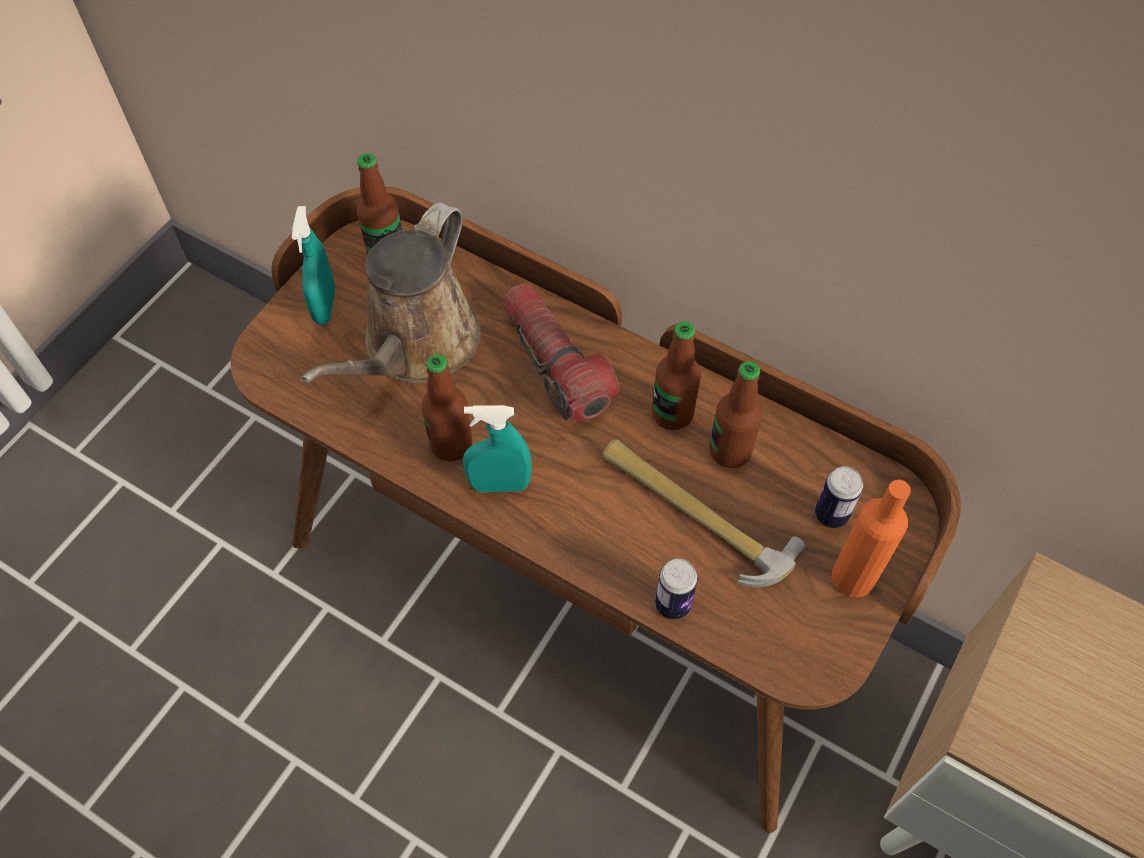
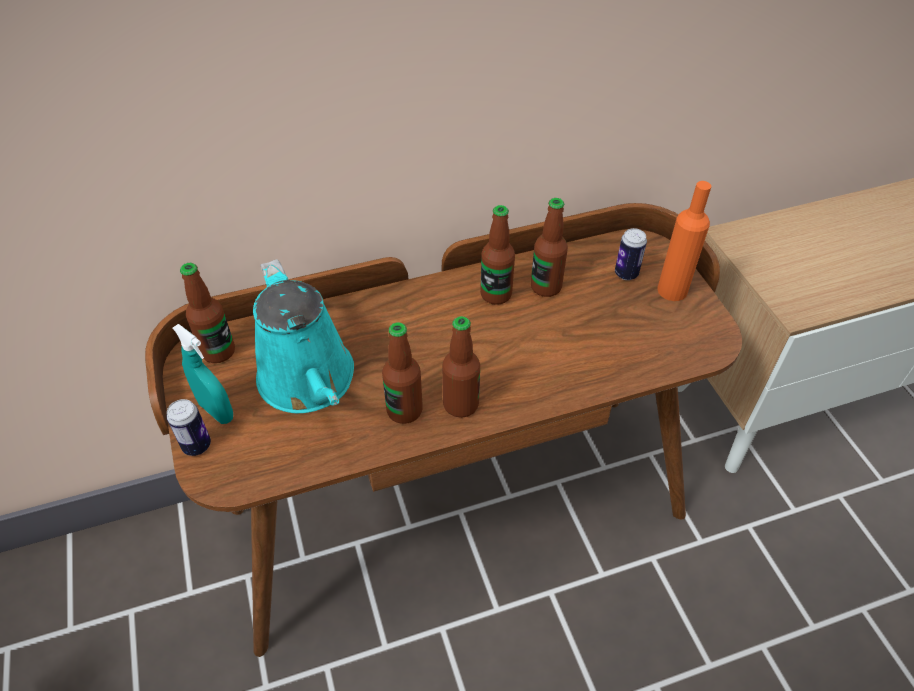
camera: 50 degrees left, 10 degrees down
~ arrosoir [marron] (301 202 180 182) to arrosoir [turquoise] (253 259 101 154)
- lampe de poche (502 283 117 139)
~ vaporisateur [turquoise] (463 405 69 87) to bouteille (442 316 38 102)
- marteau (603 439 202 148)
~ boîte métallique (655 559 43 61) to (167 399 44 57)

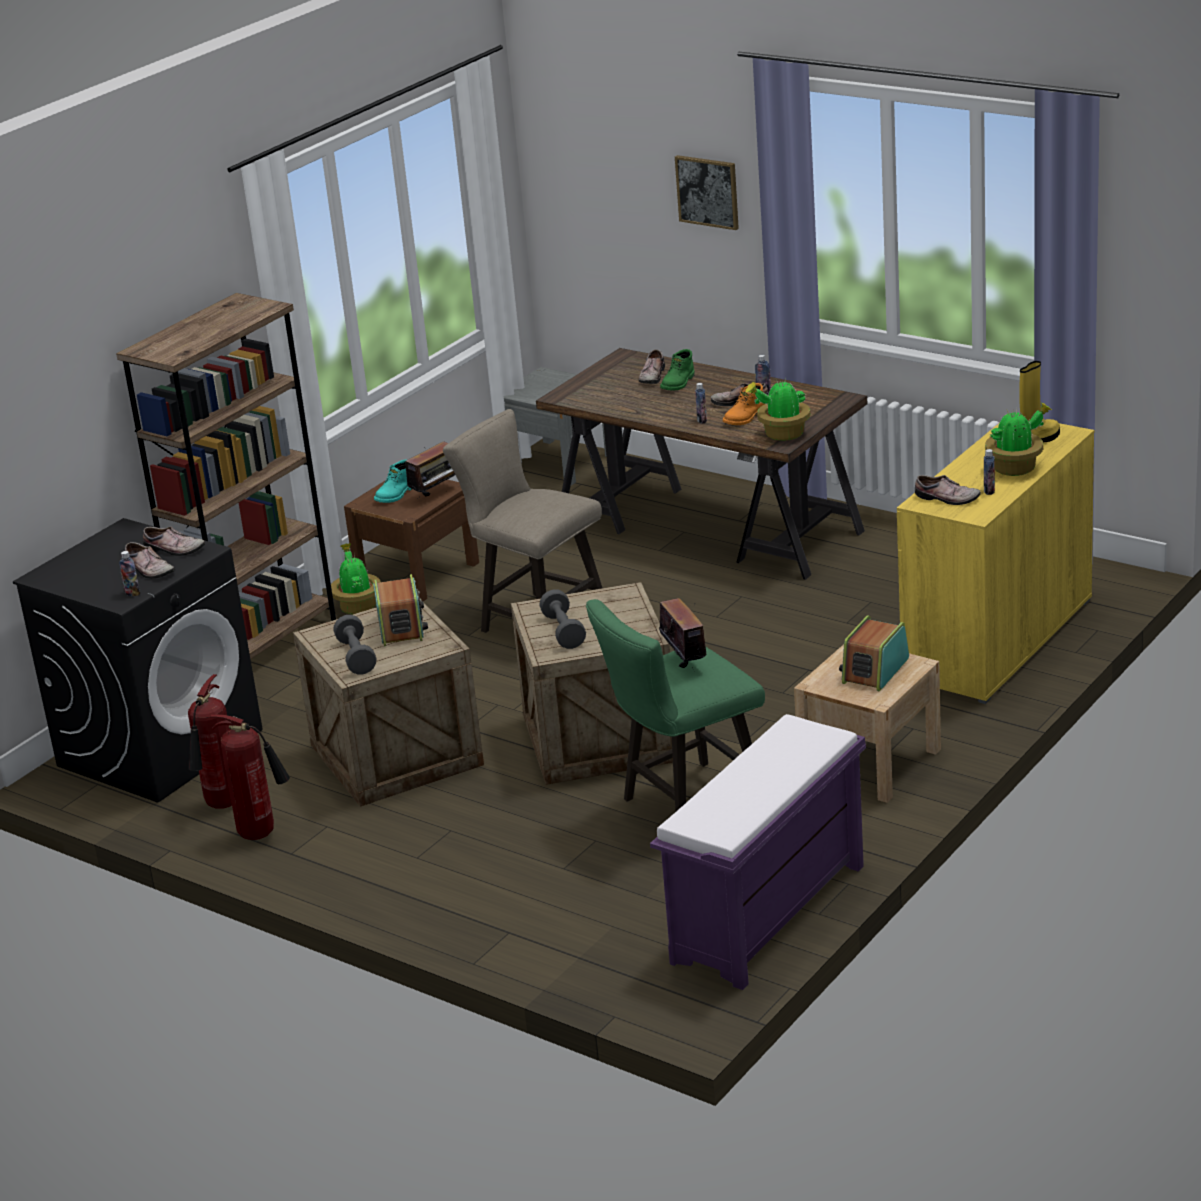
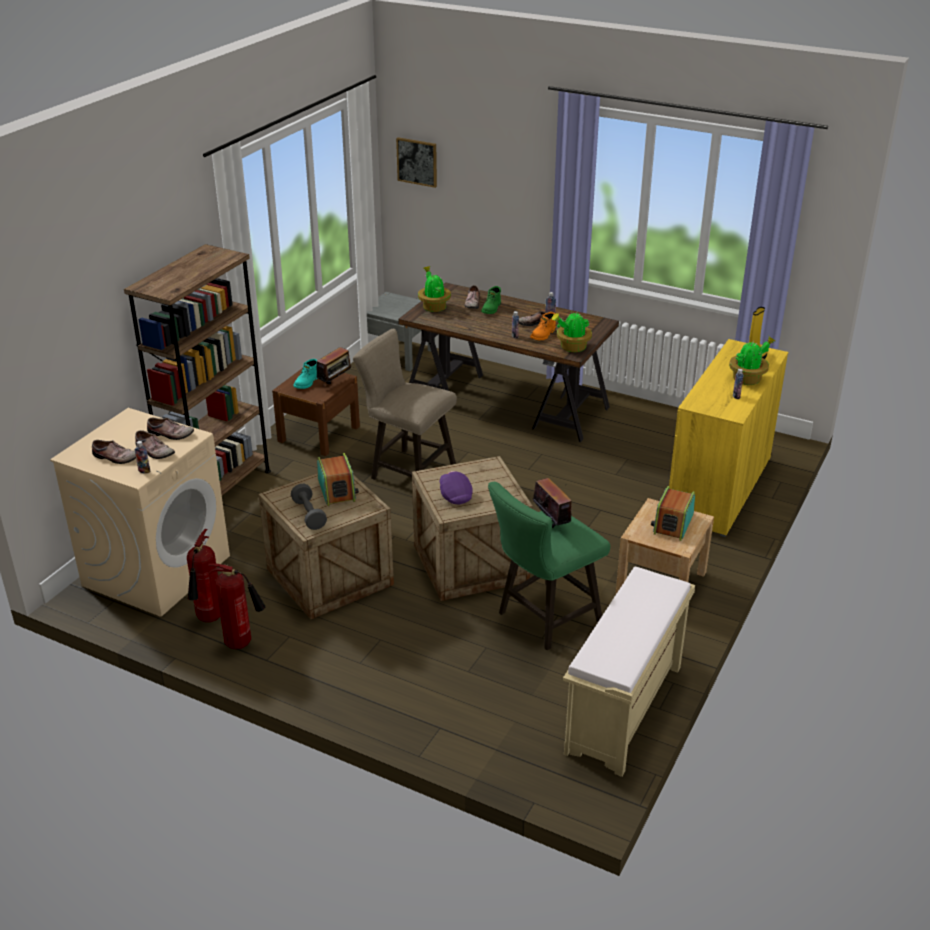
camera: 10 degrees left, 5 degrees up
~ tableau (675 155 64 75) to (396 137 41 51)
~ chaussure (915 475 66 30) to (92 440 44 24)
~ lave-linge [noir] (13 518 250 285) to lave-linge [beige] (50 408 180 209)
~ plante en pot (331 543 50 72) to (418 266 33 46)
~ haltère [gris] (539 590 47 59) to casquette [violet] (440 471 33 33)
~ banc [violet] (650 714 216 276) to banc [beige] (563 567 132 210)

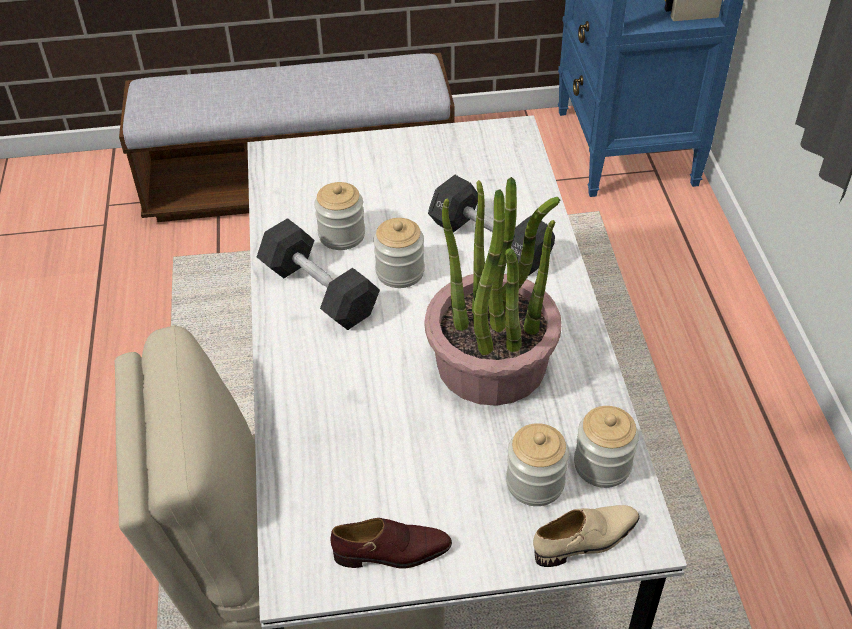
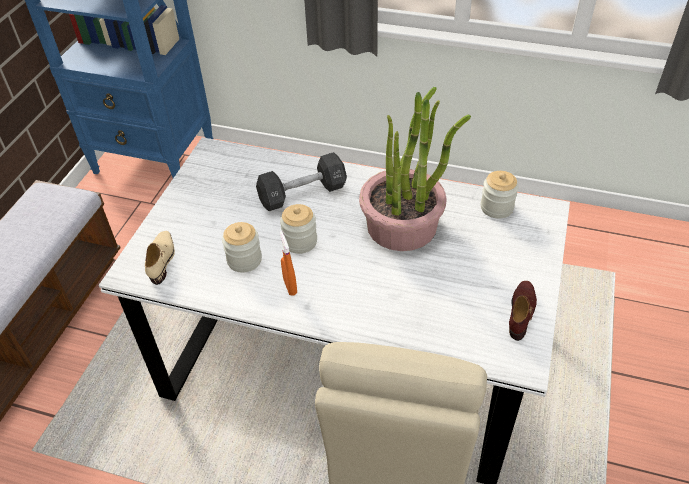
camera: 65 degrees left, 0 degrees up
~ haltère [noir] (257 218 123 112) to vaporisateur [orange] (280 231 17 65)
- bocal (506 423 63 83)
~ chaussure [beige] (533 505 107 62) to (145 231 30 54)

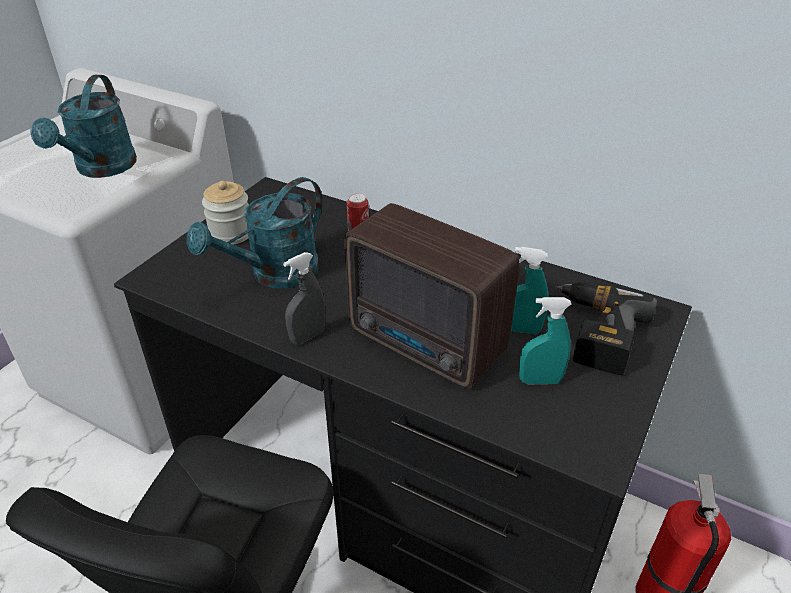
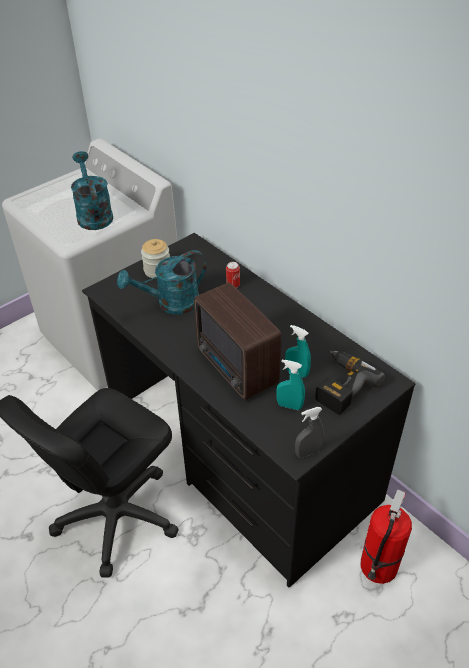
camera: 20 degrees right, 5 degrees up
~ arrosoir [turquoise] (30 75 107 103) = (71 151 42 79) 135 degrees clockwise
~ vaporisateur [gris] (283 252 42 93) to (295 407 29 51)

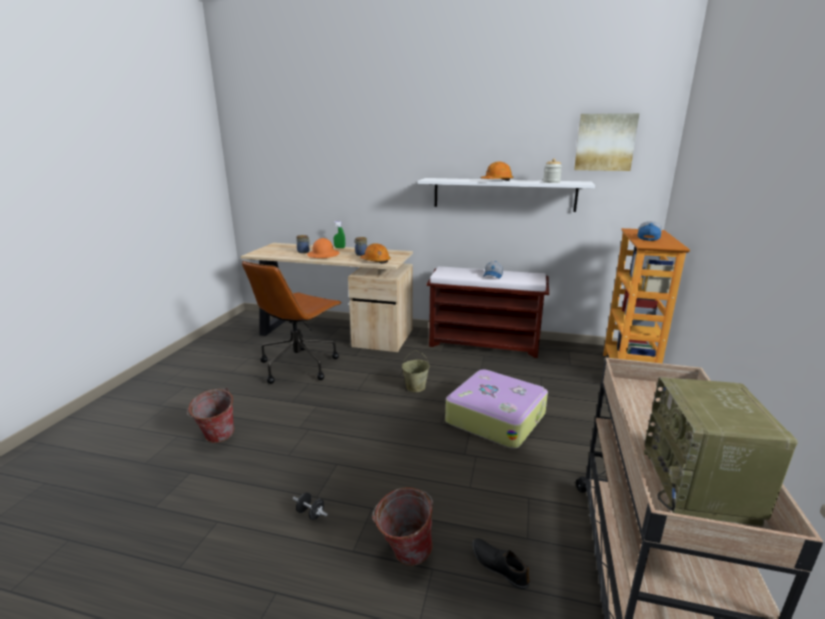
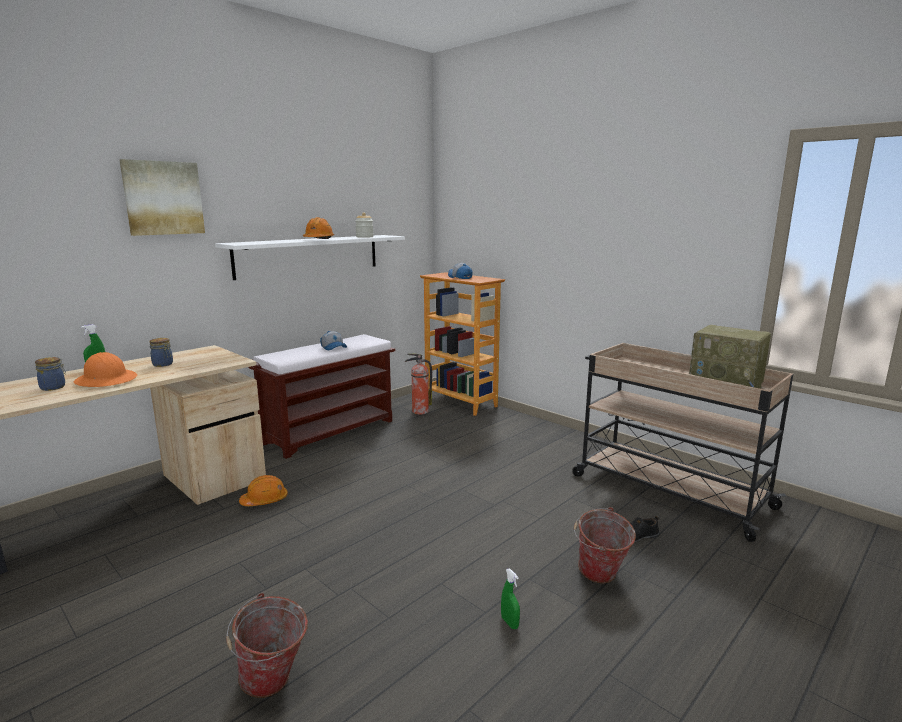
camera: 60 degrees left, 5 degrees down
~ tableau (574 113 65 58) to (120 159 85 77)
~ casque de chantier [orange] (360 243 31 21) to (239 475 49 31)
- chaise de bureau [marron] (242 261 100 123)
- seau [beige] (402 351 28 41)
- valise (445 369 103 80)
~ haltère [noir] (293 492 35 28) to vaporisateur [vert] (501 568 19 61)
+ extincteur (405 353 27 61)

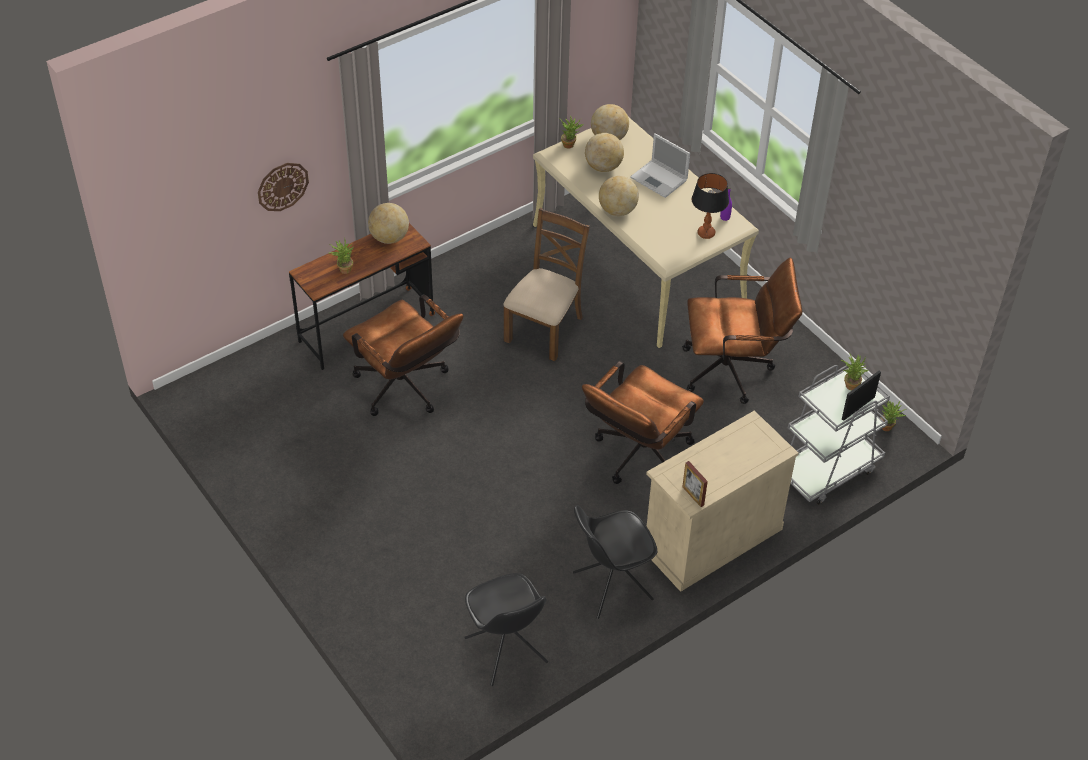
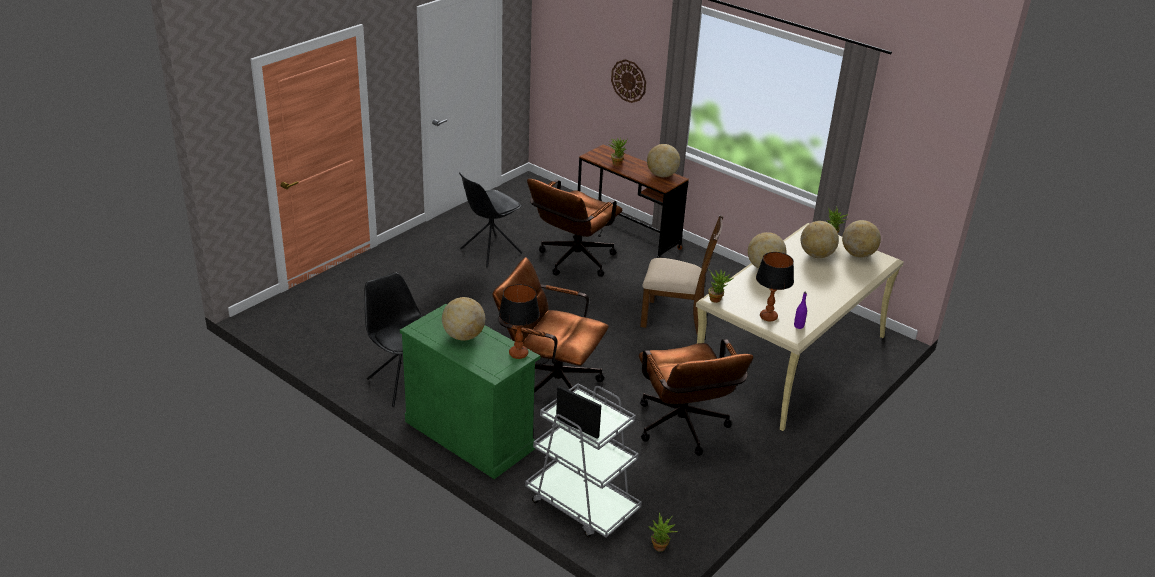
camera: 75 degrees right, 15 degrees down
- ordinateur portable (630 133 60 65)
~ plante en pot (841 354 28 36) to (708 270 25 33)
~ meuble de rangement [beige] (646 411 153 181) to meuble de rangement [vert] (400 304 140 175)
- cadre photo (682 461 26 46)
~ chaise [noir] (464 573 84 113) to (459 172 63 96)
+ lampe de table (499 284 41 75)
+ globe (442 297 43 44)

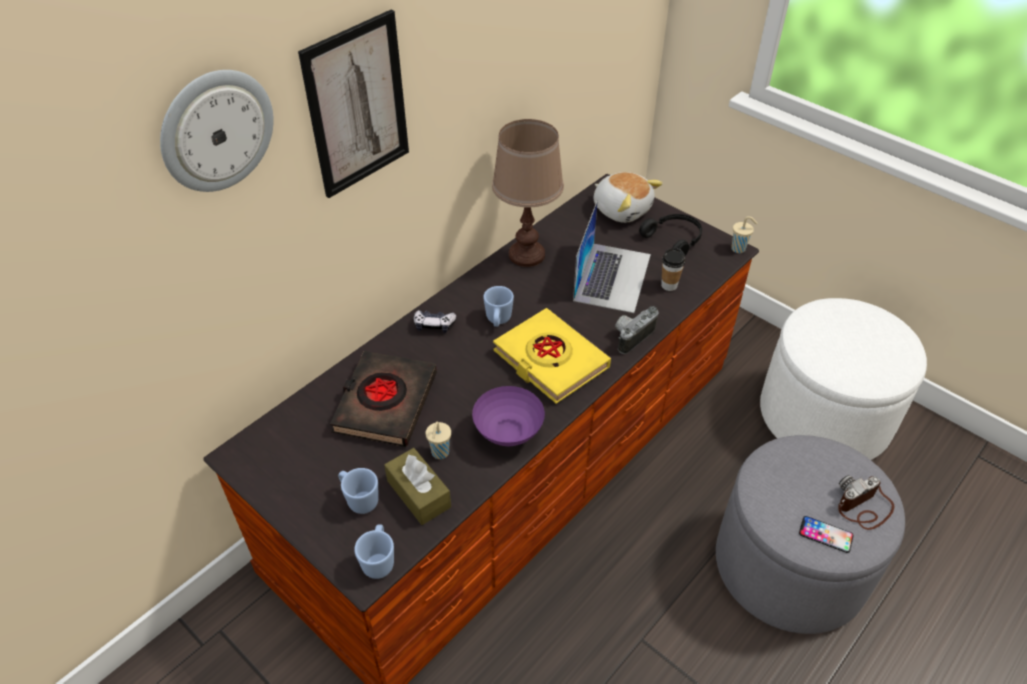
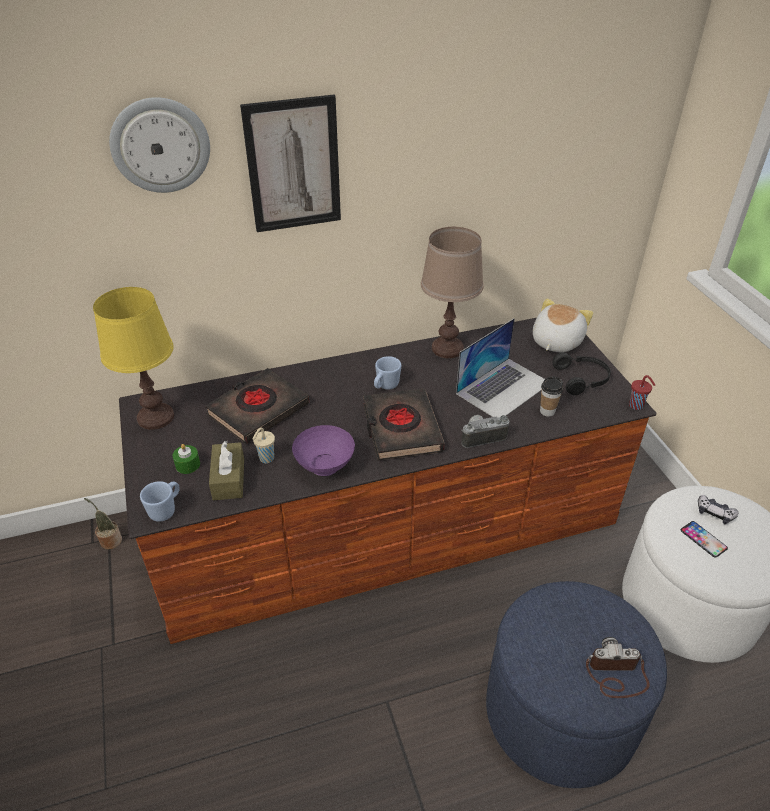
camera: 30 degrees right, 5 degrees down
~ peluche (594 172 69 51) = (533 298 60 54) 135 degrees counterclockwise
~ tasse [beige] (731 216 26 37) to tasse [rouge] (629 375 26 35)
~ livre [jaune] (493 308 118 96) to livre [noir] (363 388 82 72)
~ manette (413 310 43 23) to (698 495 41 29)
~ pouf [gris] (716 435 189 199) to pouf [bleu] (486 581 181 207)
~ mug [bleu] (338 468 41 46) to bougie [vert] (173 444 27 30)
~ téléphone (799 516 55 37) to (680 521 48 37)
+ lampe de table [jaune] (93 287 81 143)
+ plante en pot (84 498 38 51)

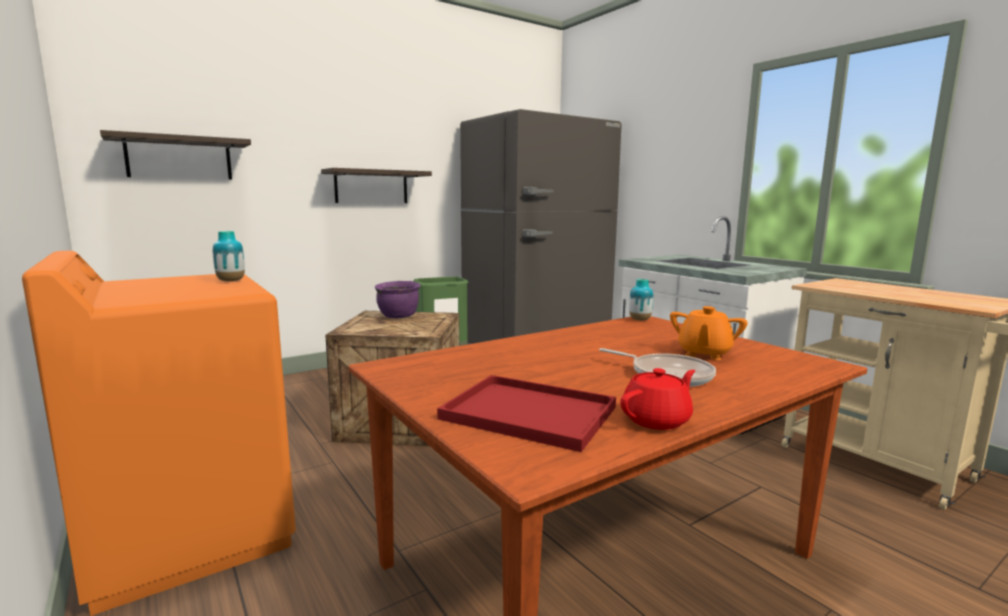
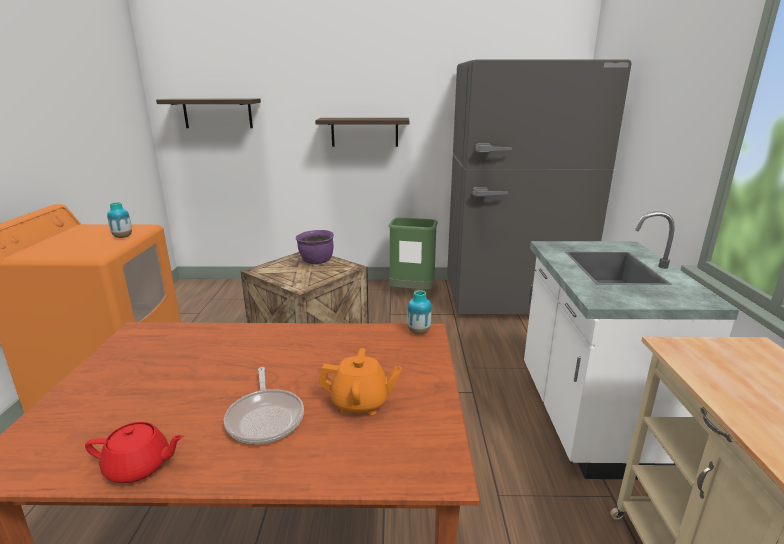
camera: 35 degrees right, 10 degrees up
~ théière [orange] (670 306 78 54) = (318 348 84 67) 150 degrees counterclockwise
- plateau [rouge] (437 375 179 77)

